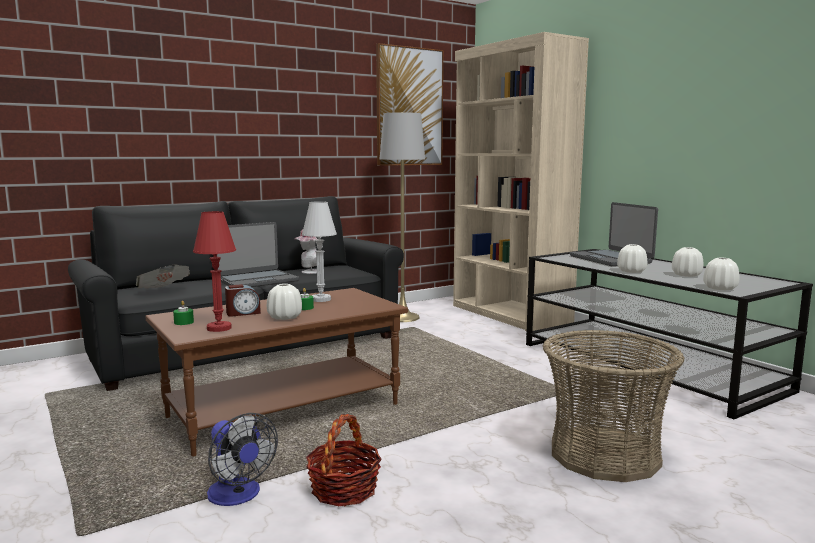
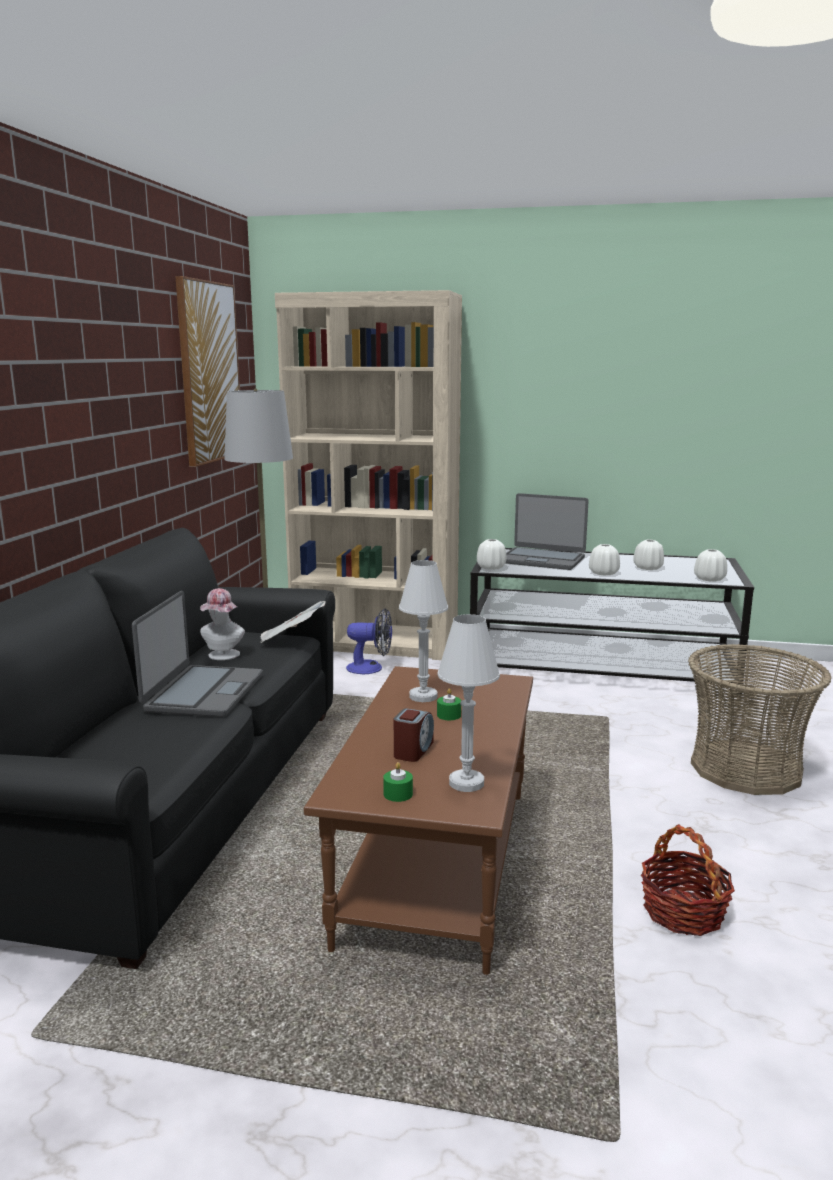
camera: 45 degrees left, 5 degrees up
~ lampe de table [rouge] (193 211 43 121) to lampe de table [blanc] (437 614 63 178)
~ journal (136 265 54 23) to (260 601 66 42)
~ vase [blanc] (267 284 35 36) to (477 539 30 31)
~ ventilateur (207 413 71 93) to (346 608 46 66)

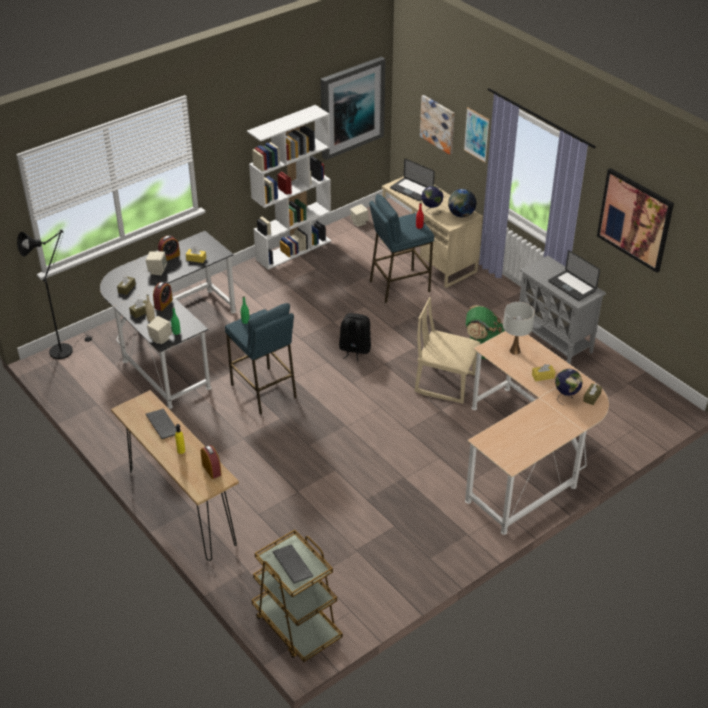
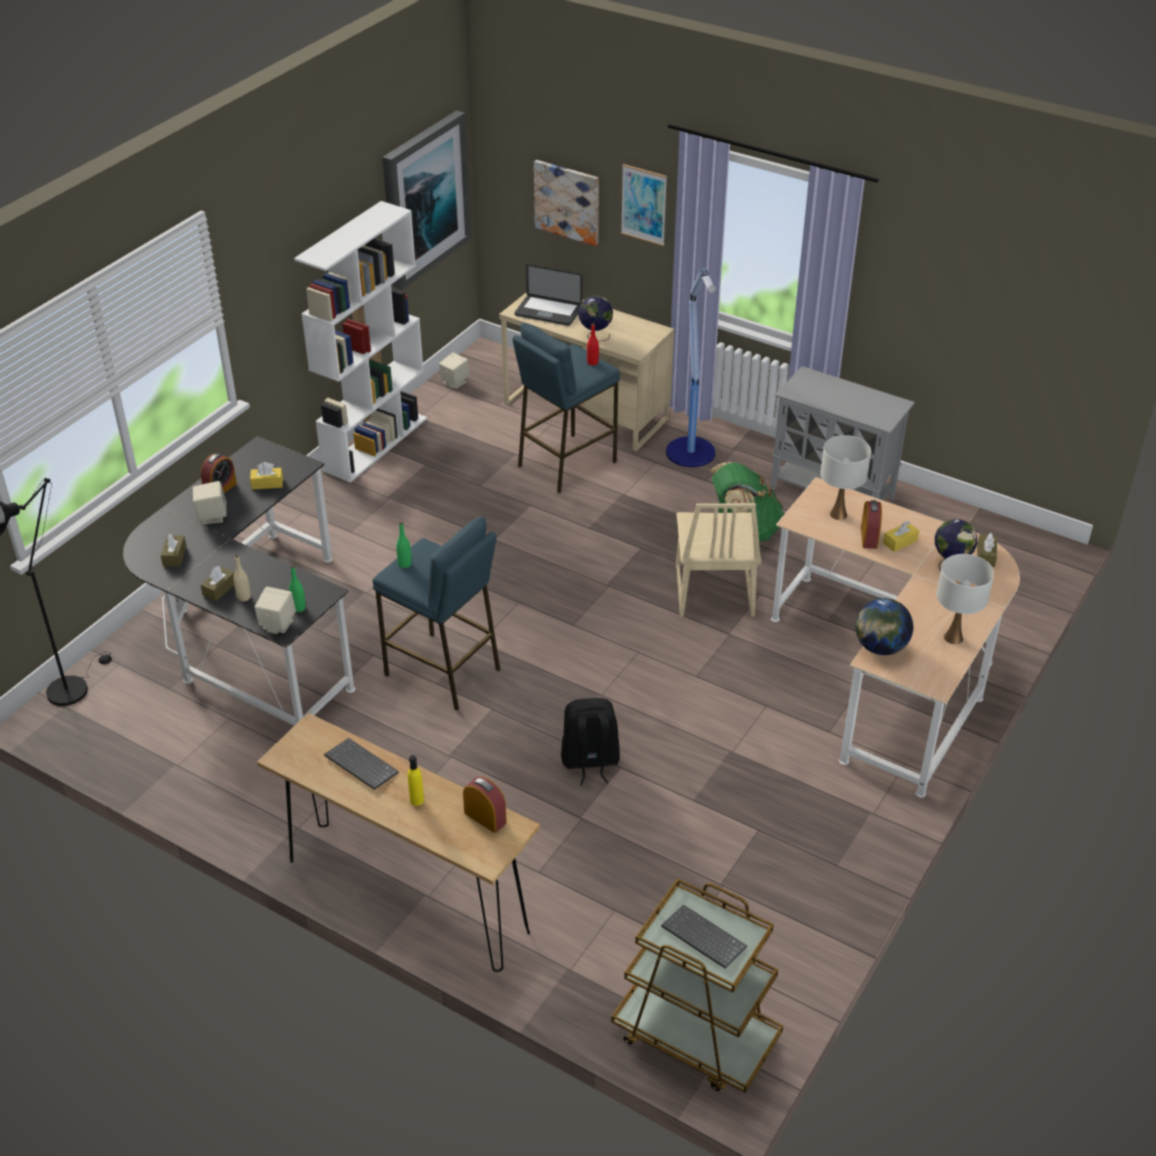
camera: 20 degrees left, 0 degrees up
- tableau (597 168 77 105)
~ globe (448 189 29 28) to (855 598 58 57)
- ordinateur portable (548 250 52 51)
~ réveil (153 282 20 29) to (861 500 21 49)
~ chaise [beige] (415 297 66 107) = (676 503 85 114) 90 degrees counterclockwise
~ sac à dos [noir] (339 313 32 48) to (561 698 59 87)
+ lampadaire (666 267 50 200)
+ lampe de table [blanc] (936 554 58 90)

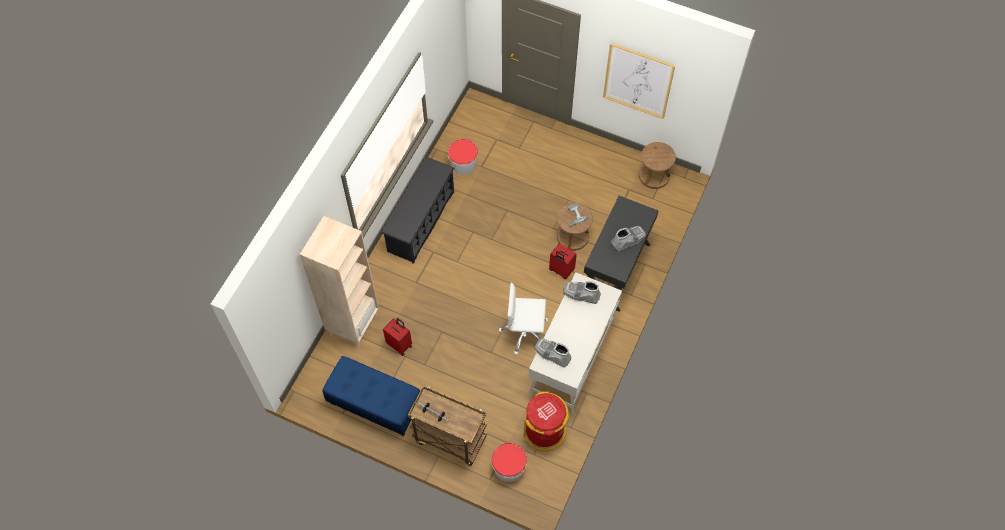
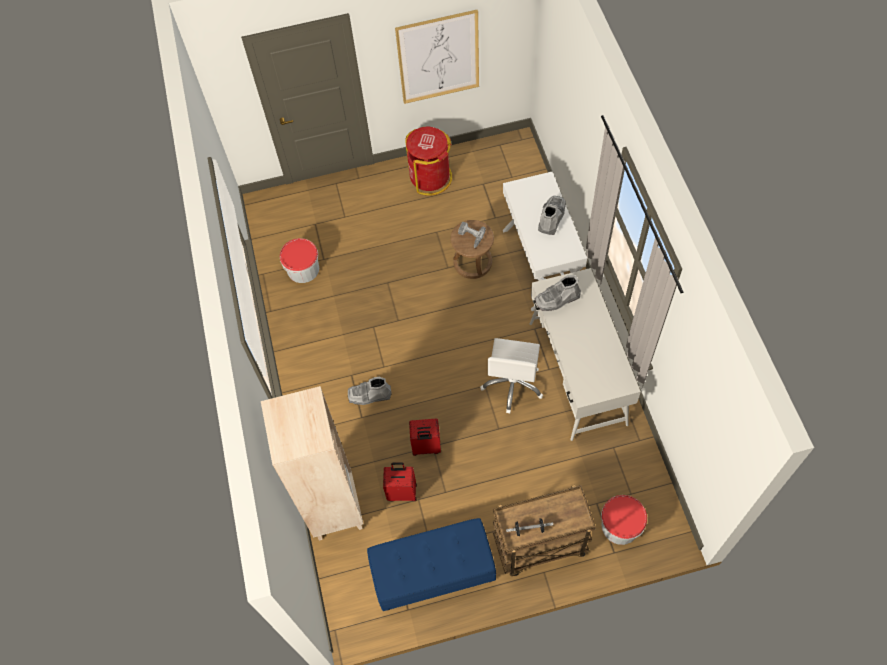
camera: 35 degrees left, 0 degrees up
- tabouret [marron] (639 142 37 47)
- étagère à chaussures [noir] (380 157 74 107)
~ bureau [noir] (584 196 75 116) to bureau [blanc] (503 172 84 139)
~ valise [rouge] (549 243 28 36) to (409 419 32 37)
~ chaise de bureau [blanc] (499 283 49 72) = (480 338 63 75) 45 degrees counterclockwise
~ botte [gris] (534 338 37 30) to (348 377 43 28)
~ poubelle [rouge] (524 391 45 60) to (405 127 47 69)

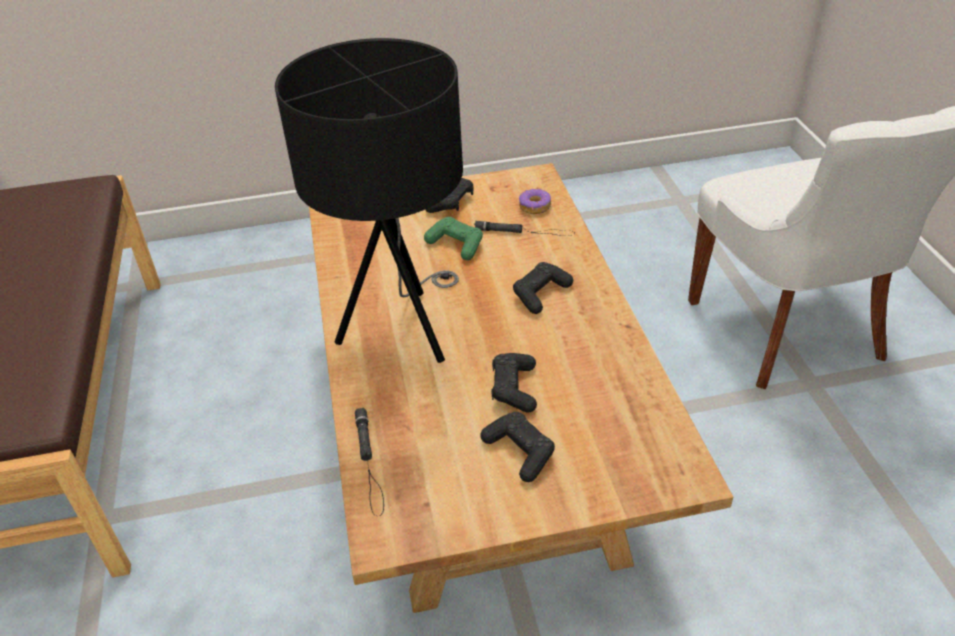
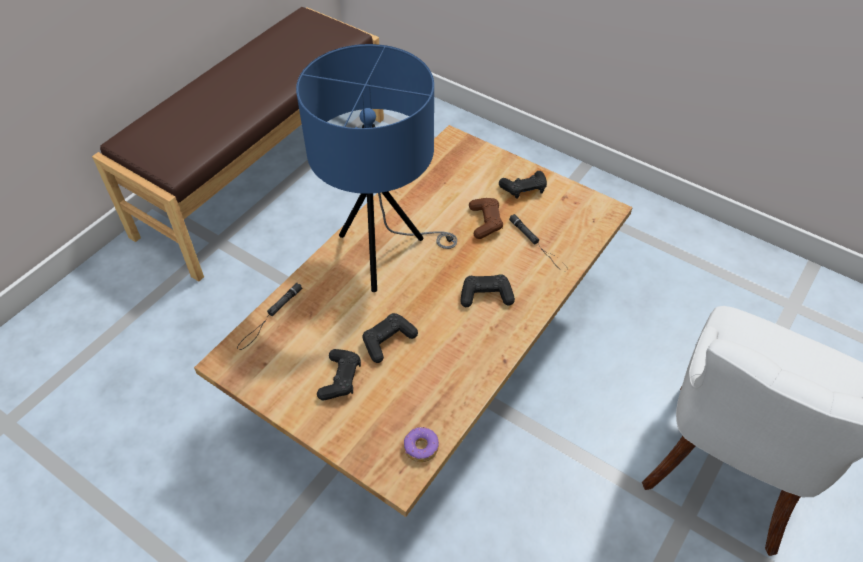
camera: 45 degrees right, 10 degrees up
~ lampe de table [noir] (275 38 188 325) to lampe de table [bleu] (296 44 161 248)
~ beignet (519 189 32 25) to (404 427 35 35)
~ manette [vert] (424 217 59 43) to manette [marron] (469 198 34 41)

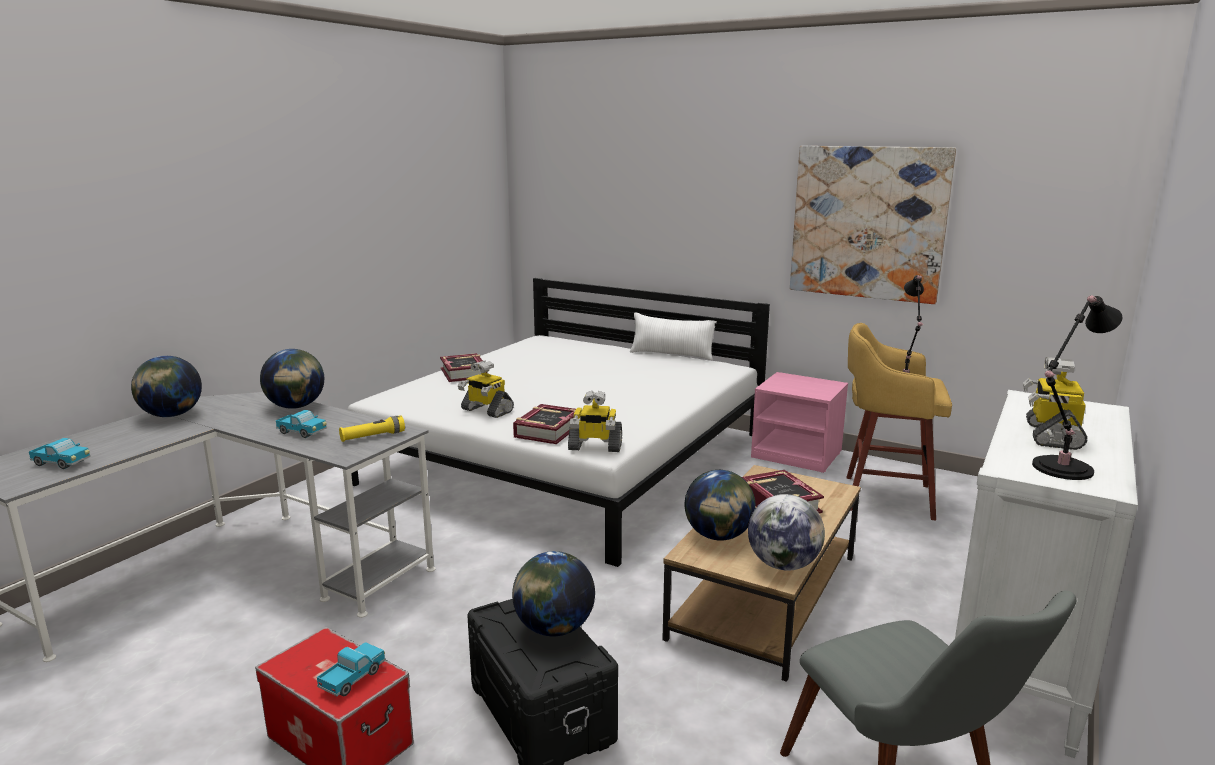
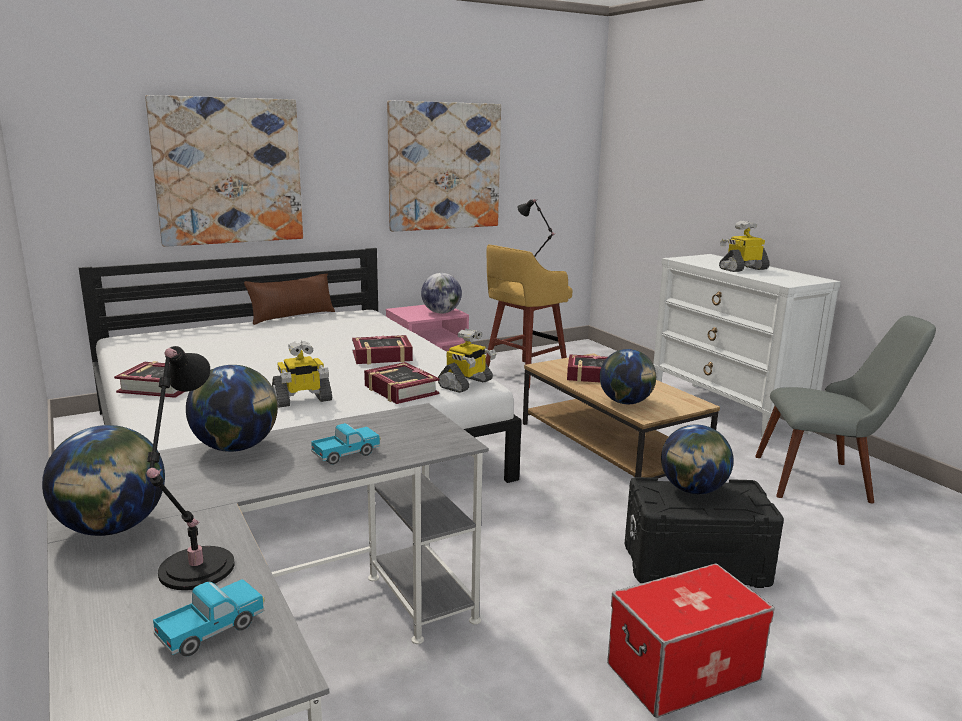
camera: 60 degrees left, 0 degrees up
~ lampe de table [noir] (1032 295 90 185) to (146 346 89 244)
~ coussin [blanc] (630 312 87 48) to coussin [marron] (244 274 91 51)
~ robot jouet (1023 357 64 93) = (719 221 51 51) 105 degrees clockwise
- lampe de poche [jaune] (339 416 66 26)
~ globe (748 494 77 76) to (421 273 41 41)
- camion jouet (317 642 68 54)
+ tableau (145 95 158 152)
+ livre (352 335 61 29)

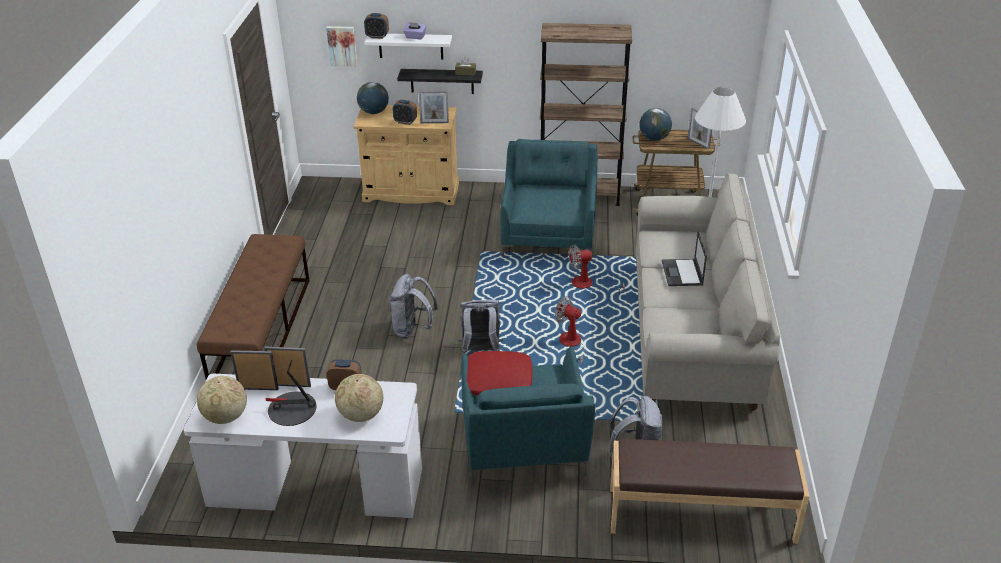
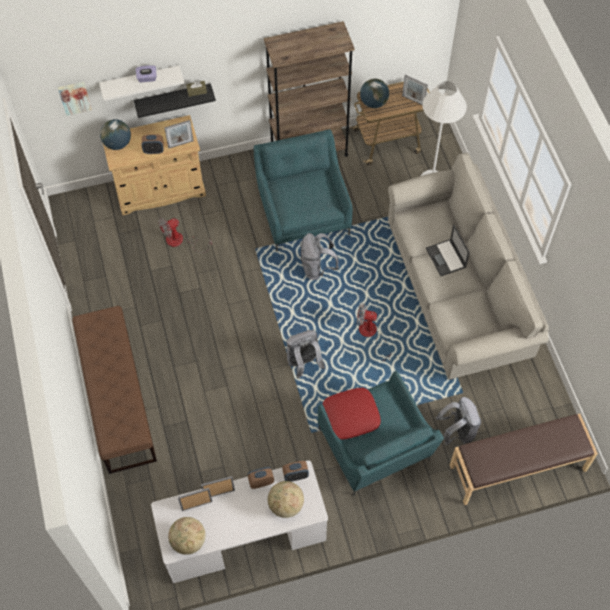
camera: 20 degrees left, 25 degrees up
~ réveil (364 13 25 26) to (282 461 27 21)
~ ventilateur (569 244 56 57) to (158 218 54 35)
~ sac à dos [gris] (389 274 49 65) to (301 233 38 47)
- lampe de table (266 360 51 66)

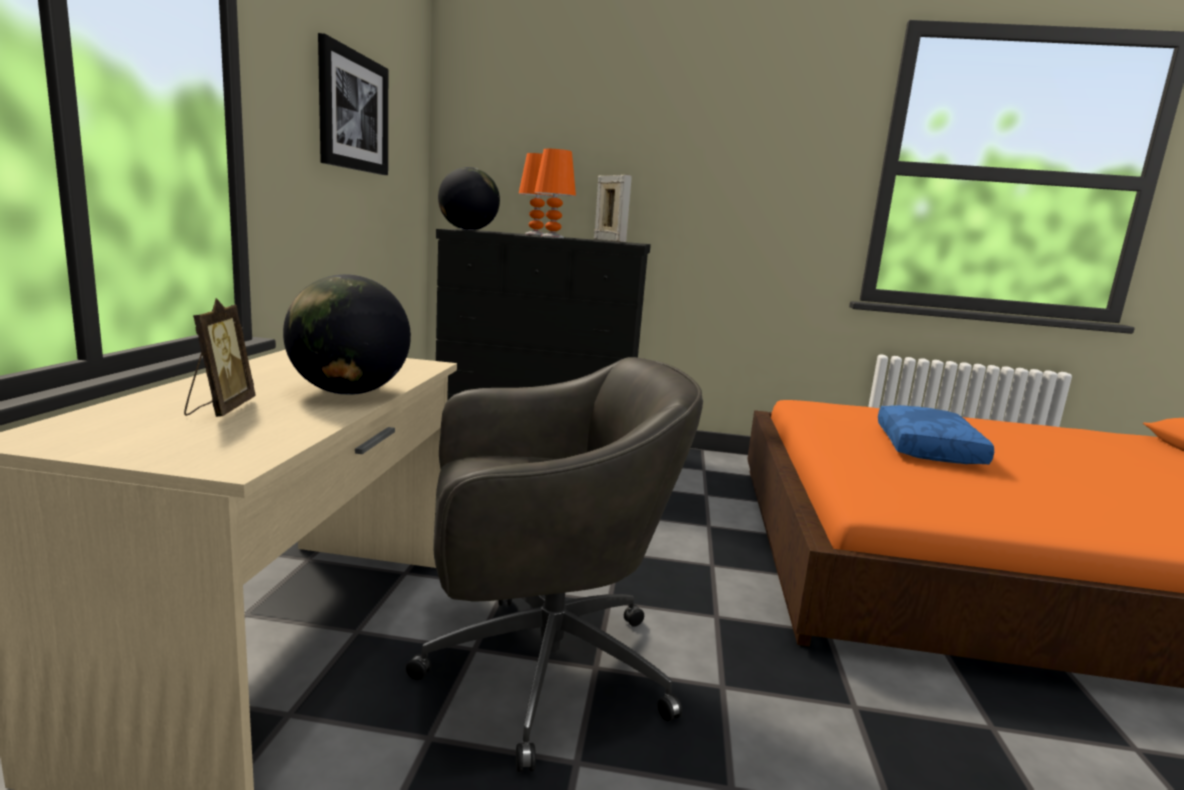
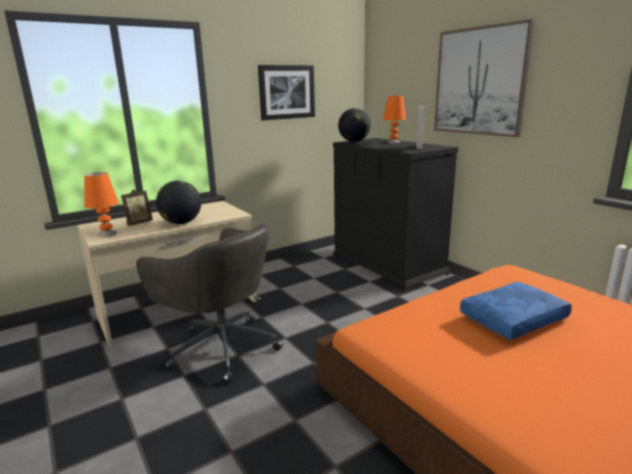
camera: 50 degrees right, 5 degrees up
~ lampe de table [orange] (534 149 42 89) to (84 172 35 65)
+ tableau (434 19 101 118)

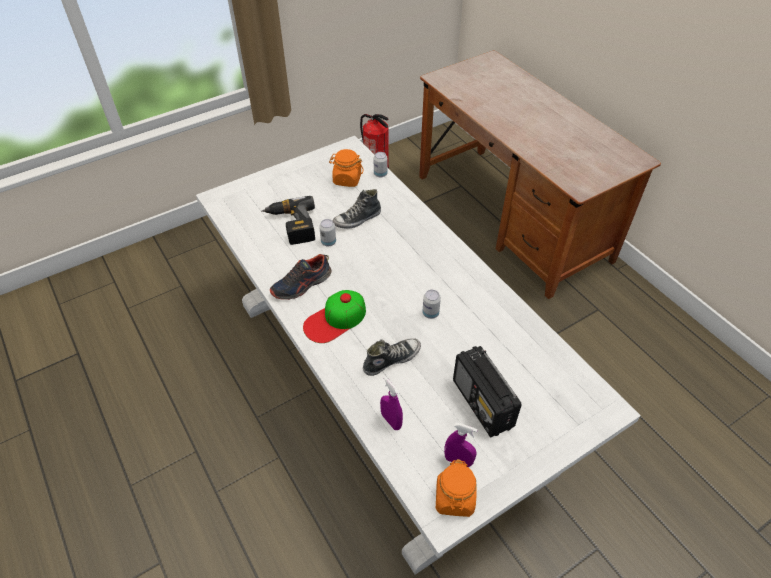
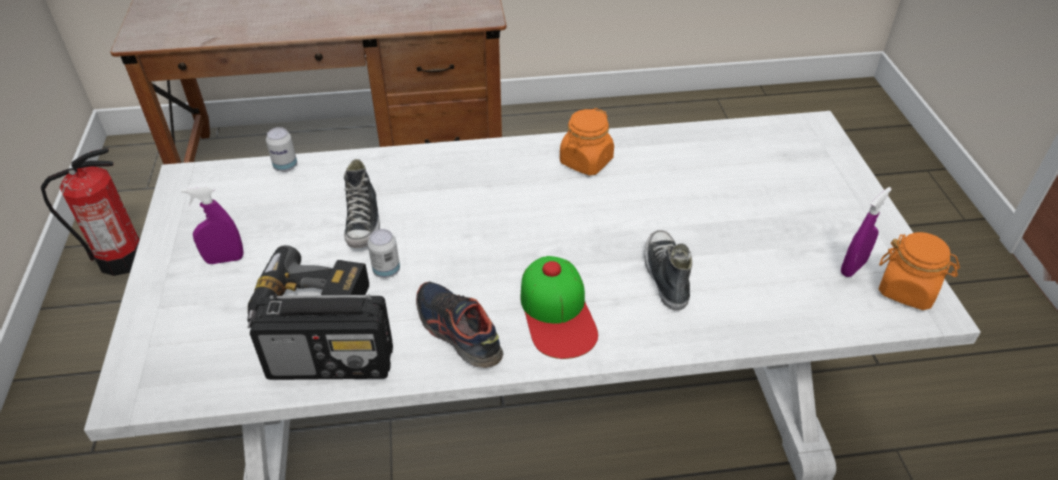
camera: 65 degrees left, 5 degrees down
~ bocal [orange] (329 149 35 38) to (560 108 54 68)
~ chaussure (270 254 62 46) = (416 282 87 86) 150 degrees clockwise
- boîte métallique (422 290 19 29)
~ radio (453 346 69 91) to (250 294 143 86)
~ vaporisateur [violet] (380 376 23 54) to (181 185 63 79)

